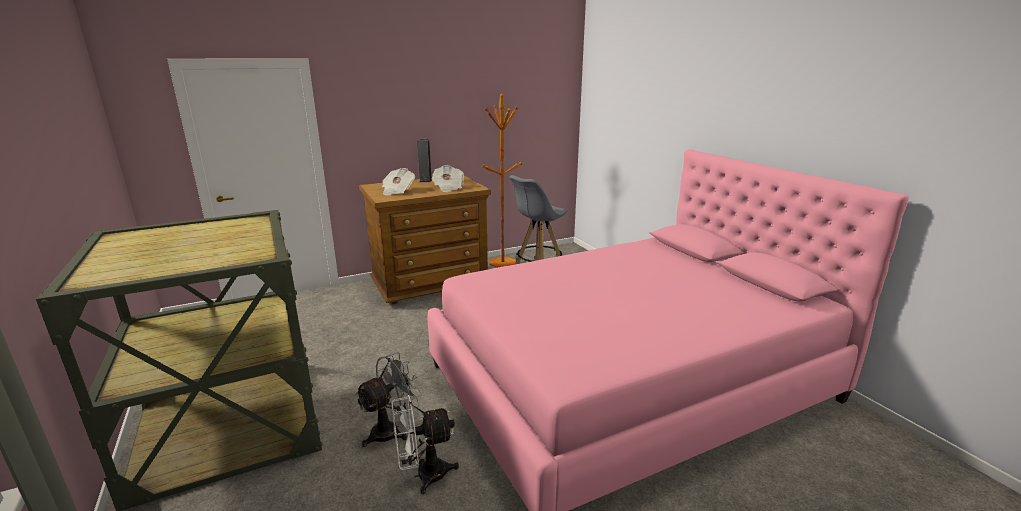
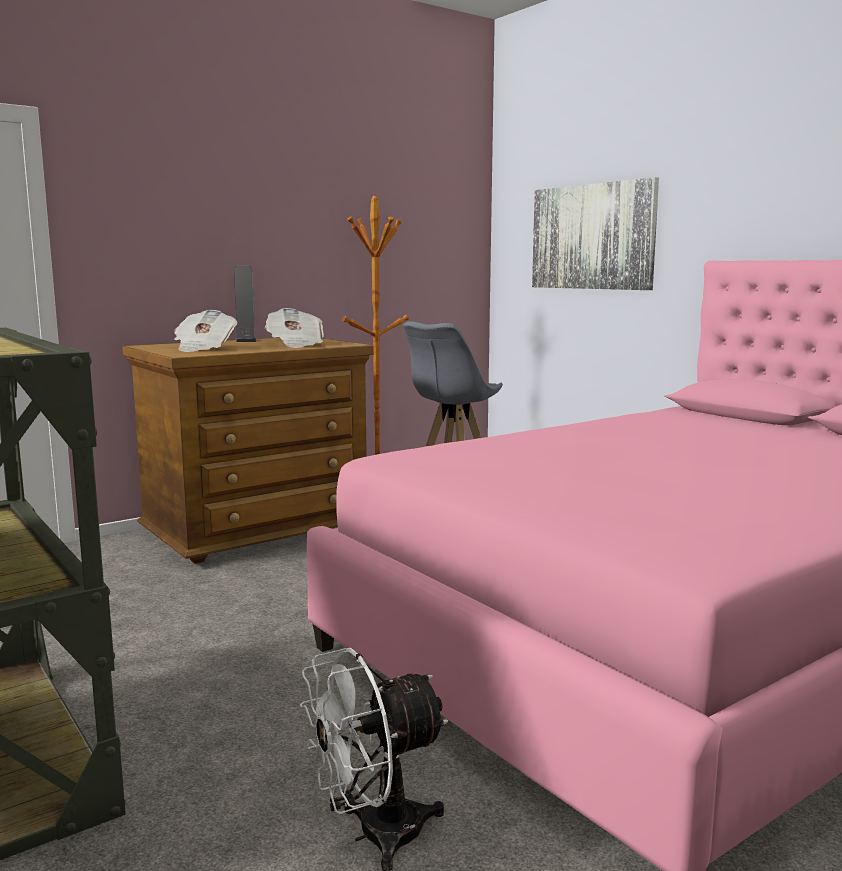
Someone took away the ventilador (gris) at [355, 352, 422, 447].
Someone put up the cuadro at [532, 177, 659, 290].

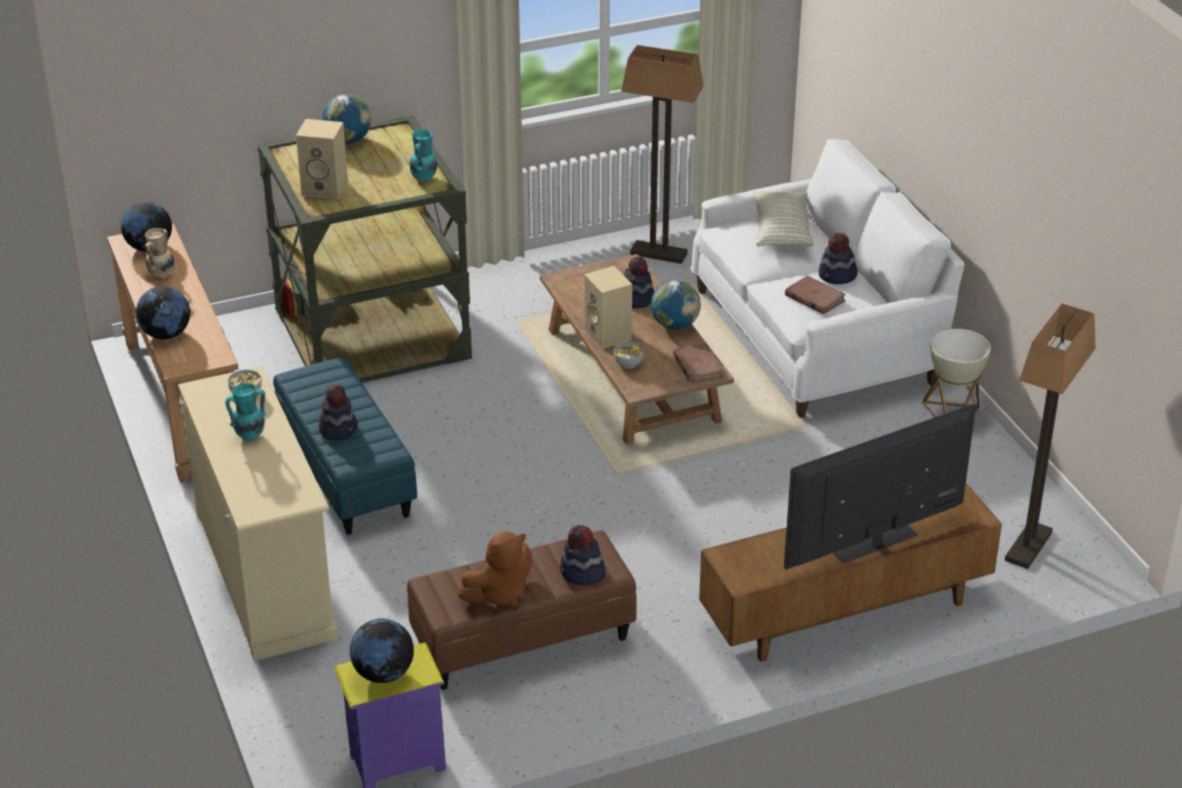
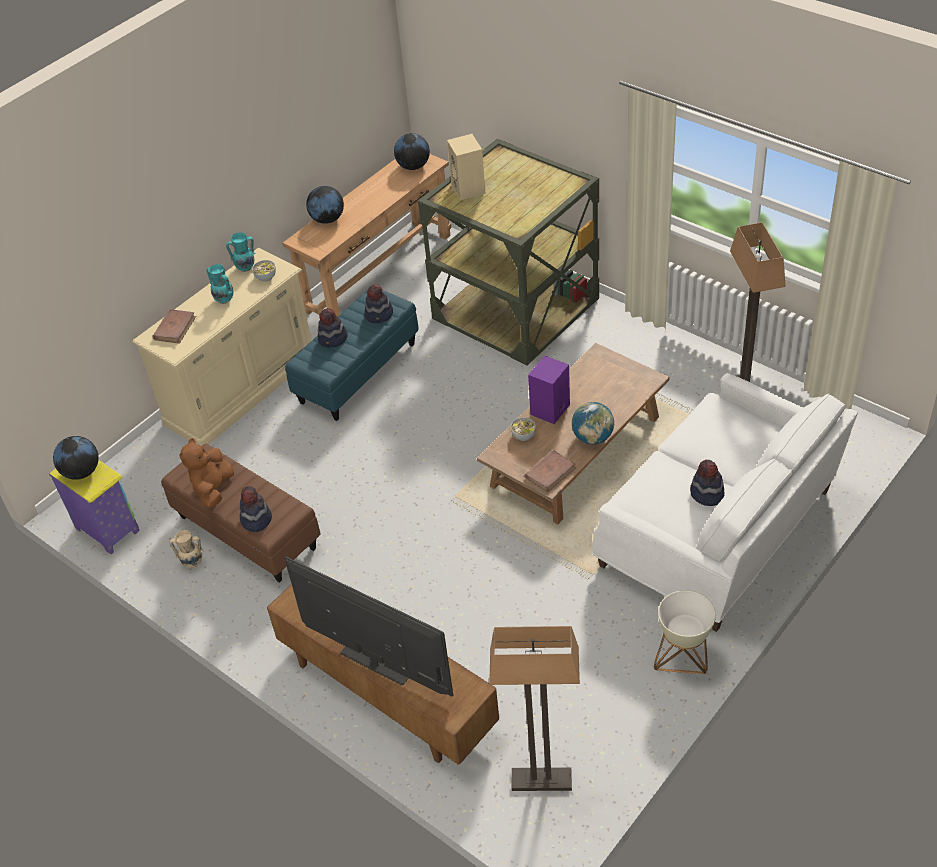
Someone took away the globo terráqueo at [322, 94, 372, 144].
Someone carried the florero (turquesa) from [409, 130, 437, 182] to [226, 232, 255, 272].
Someone took away the cojín at [753, 191, 814, 247].
Someone carried the florero (beis) from [145, 228, 174, 280] to [170, 530, 204, 568].
Someone carried the sombrero from [624, 256, 654, 308] to [365, 284, 393, 323].
Someone repainted the altavoz (beis) at [584, 266, 632, 349], which became the altavoz (morado) at [528, 356, 570, 424].
Someone carried the libro (marrón) from [785, 276, 846, 314] to [152, 309, 196, 344].
Someone rotated the peluche (marrón) at [459, 531, 532, 607] by 75 degrees clockwise.

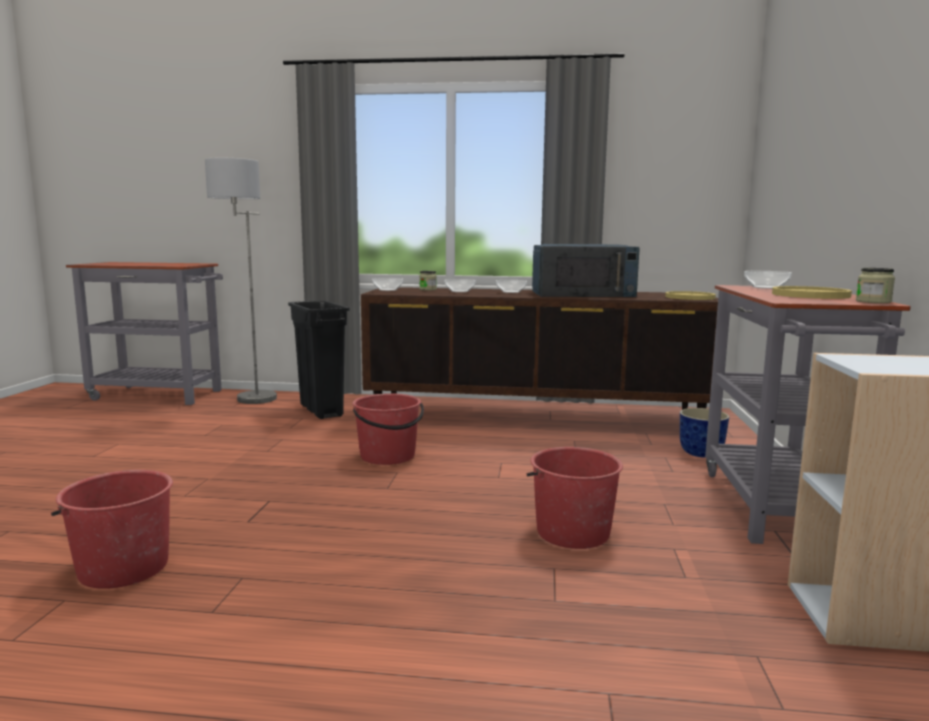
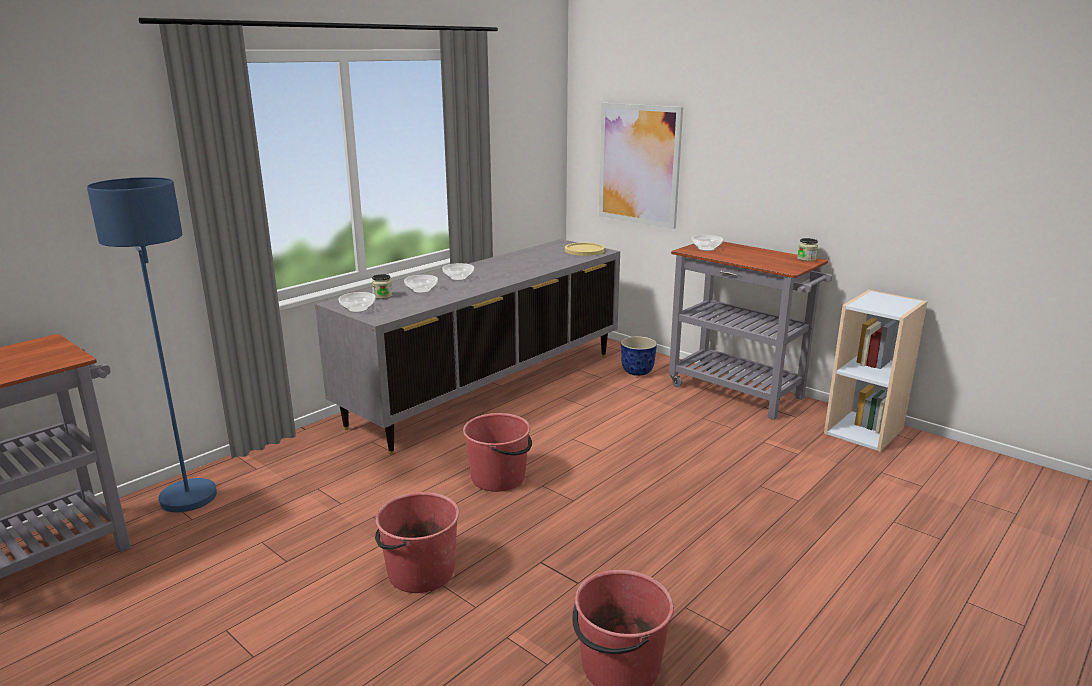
Someone repainted the lámpara de pie (gris) at [205, 158, 277, 404], which became the lámpara de pie (azul) at [87, 177, 217, 512].
Someone took away the microondas (azul) at [532, 244, 640, 297].
Someone took away the plato (amarillo) at [772, 286, 852, 299].
Someone repainted the armario (marrón) at [361, 287, 718, 410], which became the armario (gris) at [315, 239, 620, 455].
Someone took away the papelera (negro) at [288, 301, 349, 419].
Someone carried the cubo (rojo) from [526, 447, 623, 549] to [375, 492, 459, 593].
Someone put up the cuadro at [599, 103, 683, 229].

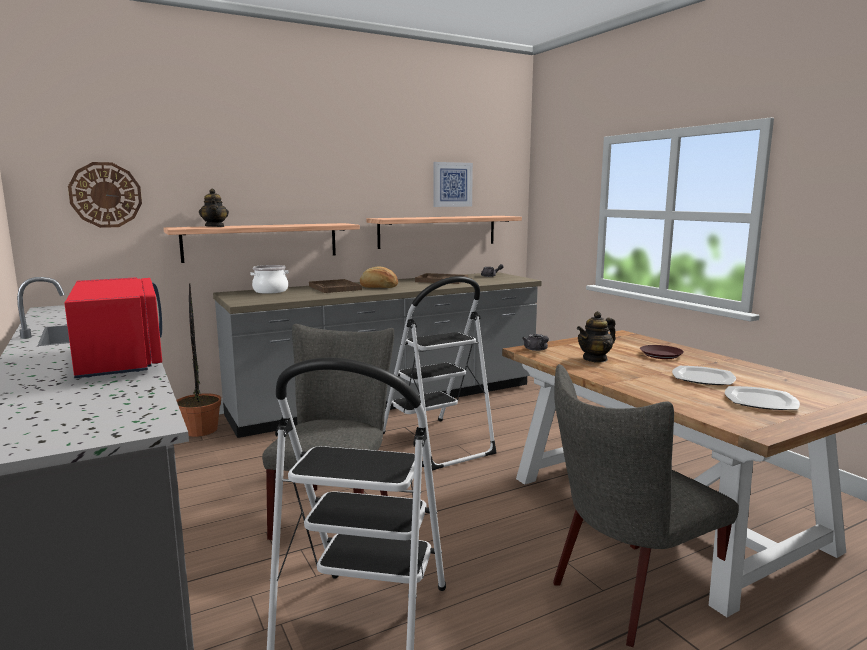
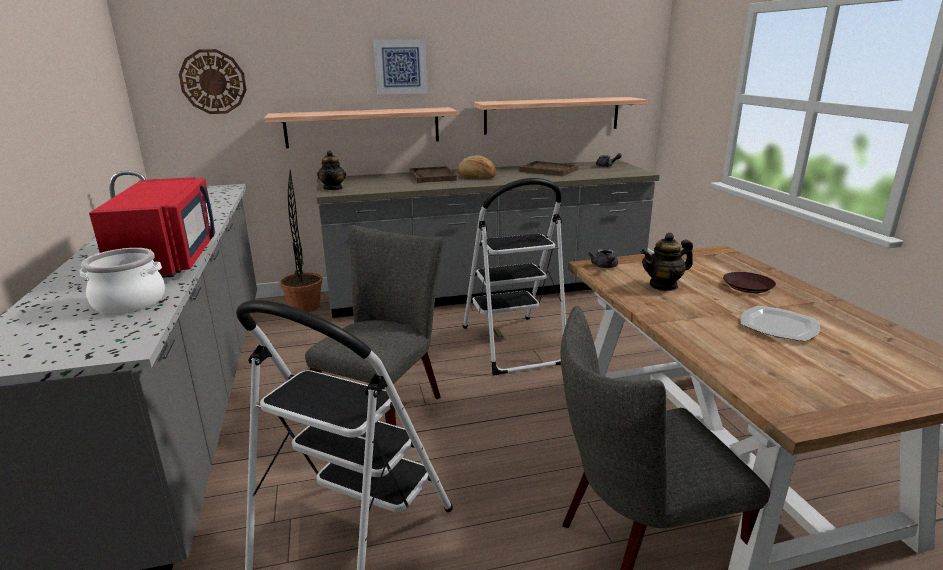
Someone carried the cuadro from [434, 162, 473, 207] to [374, 39, 427, 94].
Someone carried the tetera from [199, 188, 229, 227] to [317, 150, 346, 190].
Someone carried the olla from [251, 265, 289, 294] to [80, 248, 165, 314].
Someone took away the plato at [725, 386, 800, 410].

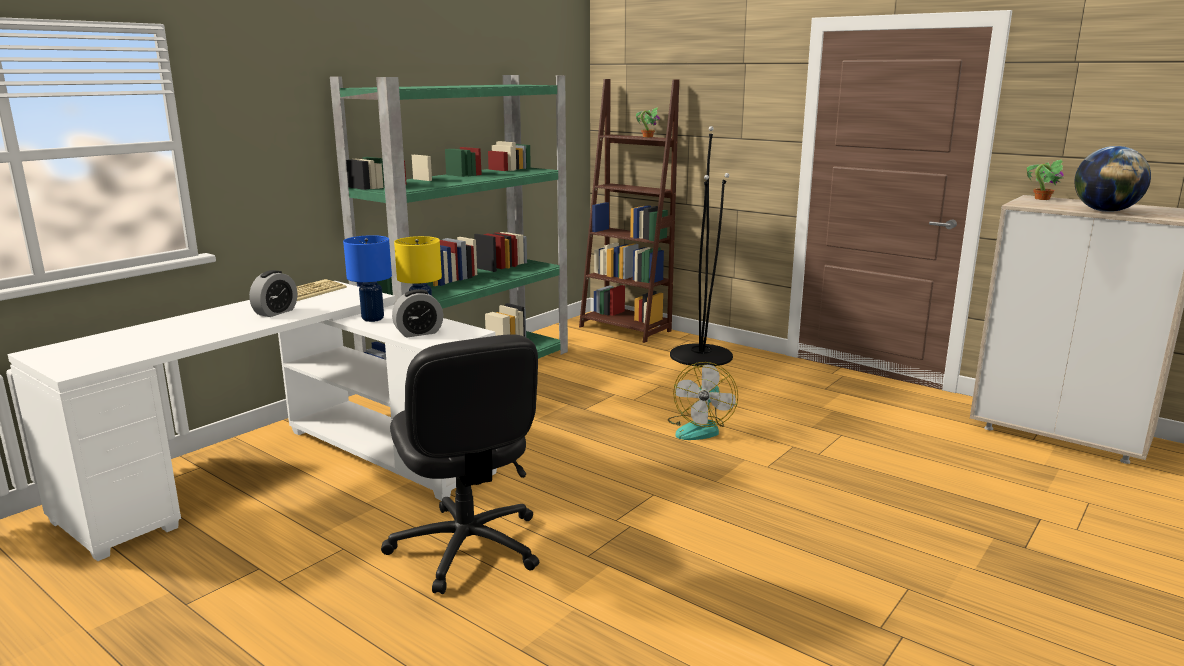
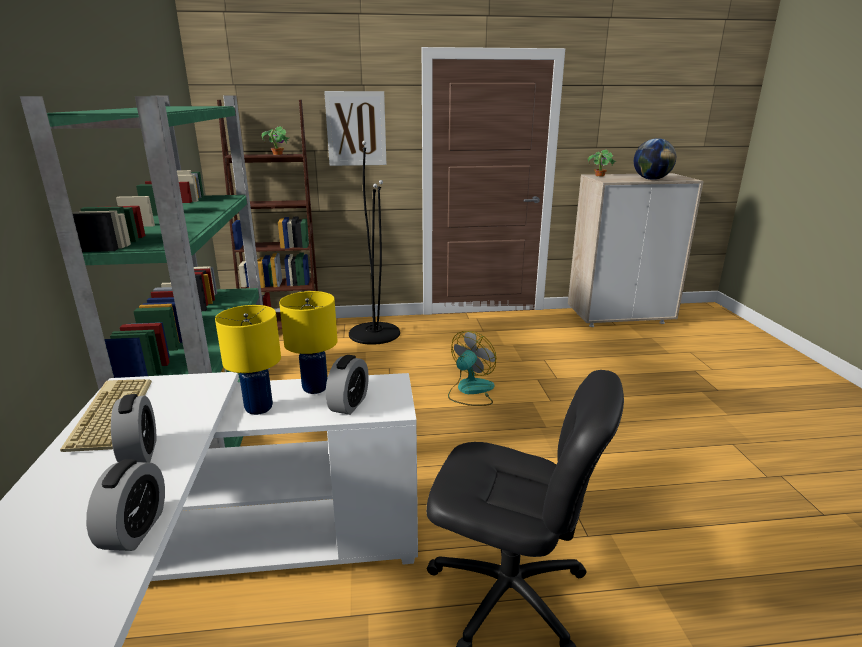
Someone repainted the lámpara de mesa (azul) at [343, 235, 392, 322], which became the lámpara de mesa (amarillo) at [215, 305, 281, 415].
Someone rotated the ventilador at [668, 362, 738, 440] by 120 degrees counterclockwise.
Someone put up the cuadro at [324, 91, 386, 166].
Someone put down the despertador at [86, 459, 165, 551].

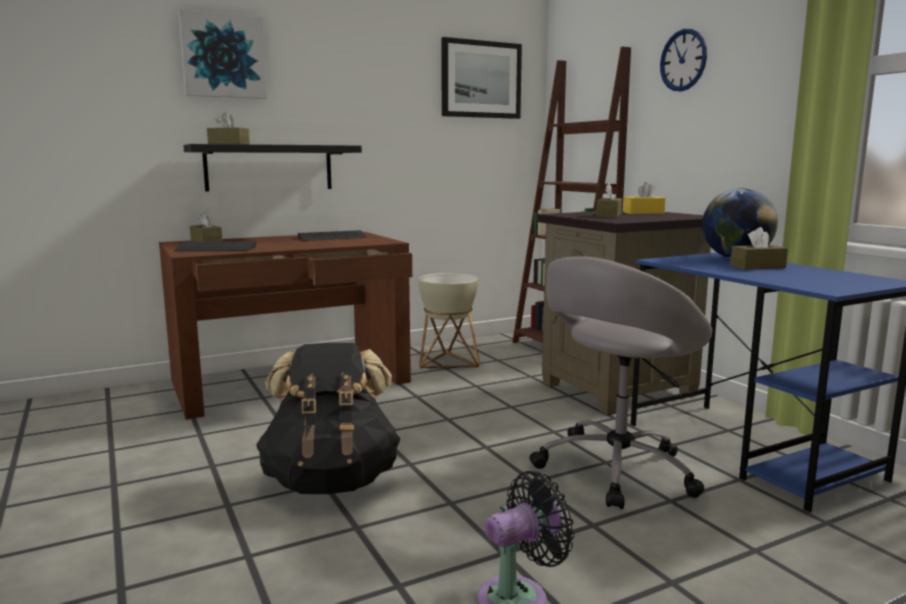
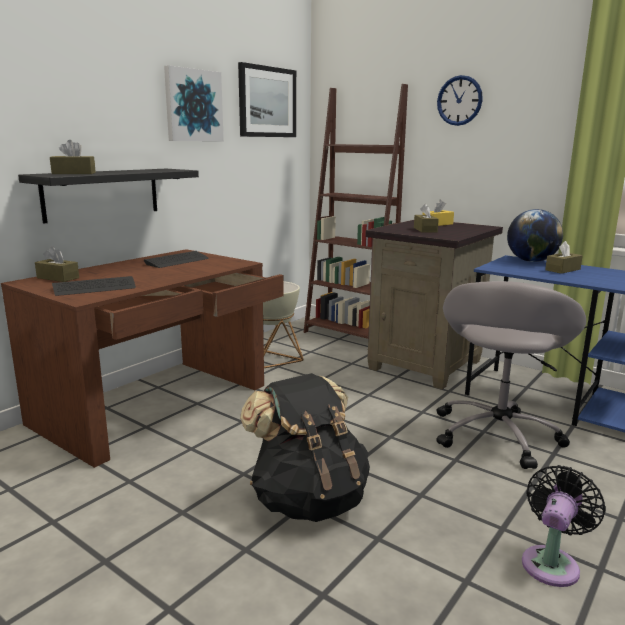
Someone carried the cuadro from [179, 9, 267, 99] to [164, 65, 224, 141].

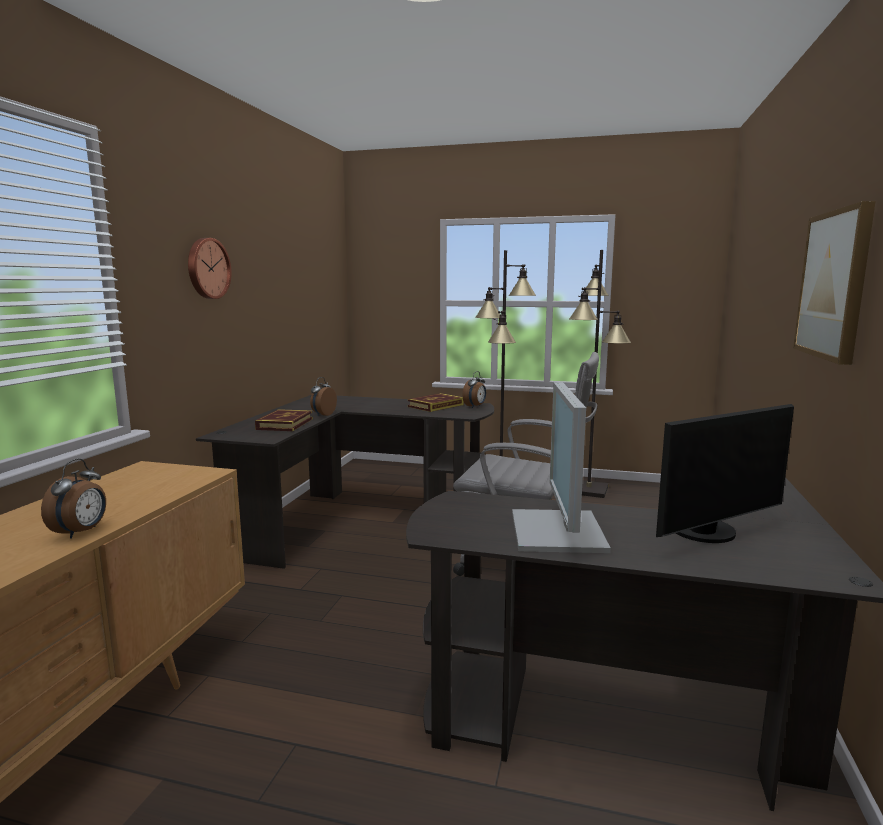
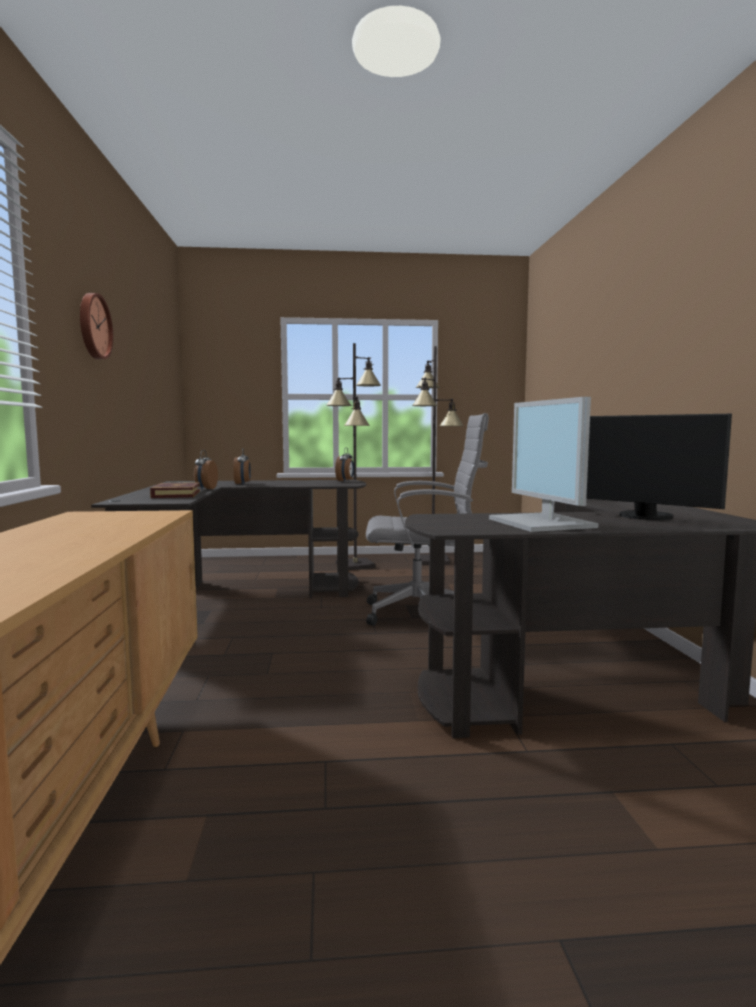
Someone took away the cuadro at [793, 201, 876, 365].
Someone took away the libro at [408, 393, 464, 412].
Someone rotated the monitor at [656, 404, 794, 543] by 90 degrees clockwise.
Someone carried the despertador from [41, 458, 106, 539] to [233, 448, 251, 484].

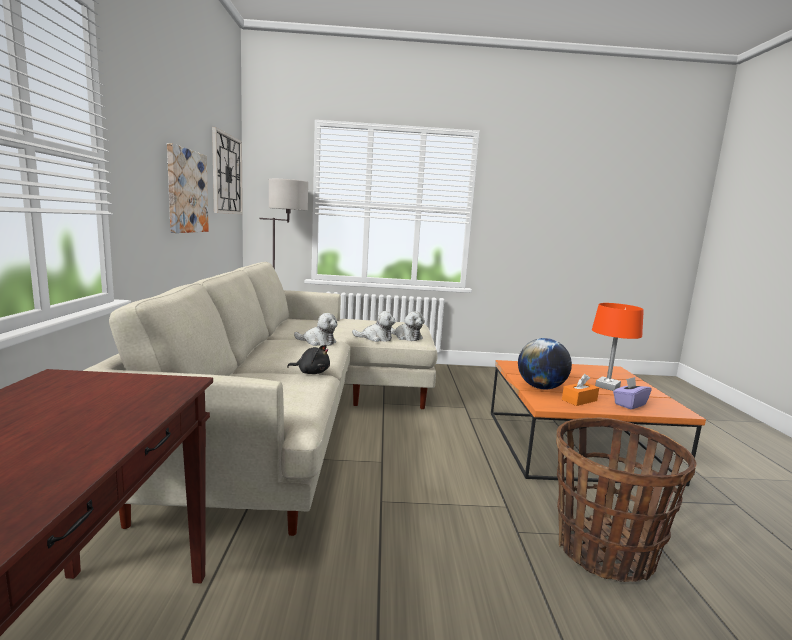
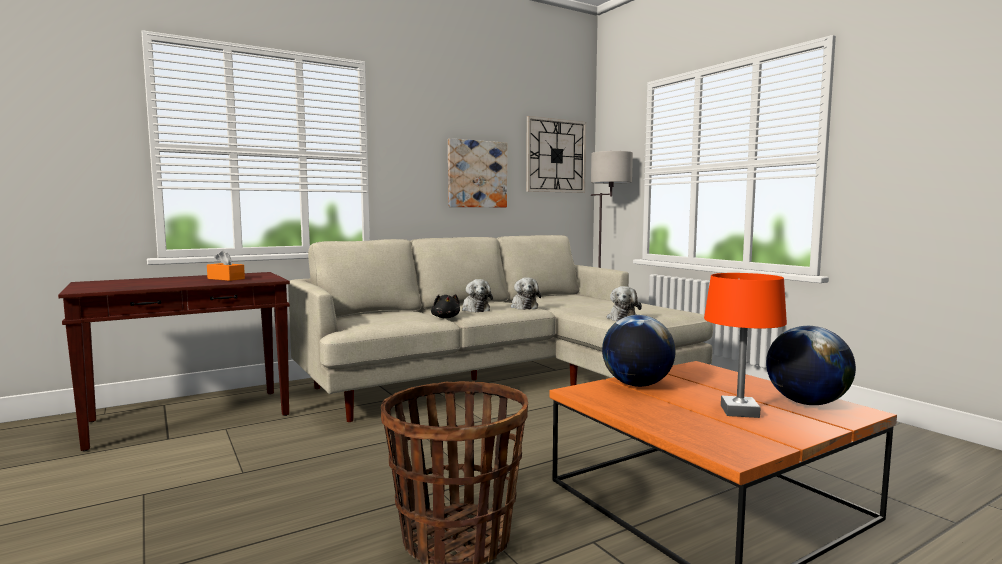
Someone carried the peluche from [352, 311, 395, 342] to [462, 279, 493, 312].
Someone carried the caja de pañuelos (naranja) from [562, 374, 599, 406] to [207, 250, 245, 281].
Someone took away the caja de pañuelos (morado) at [613, 377, 652, 409].
Someone put down the globo terráqueo at [766, 326, 856, 405].

